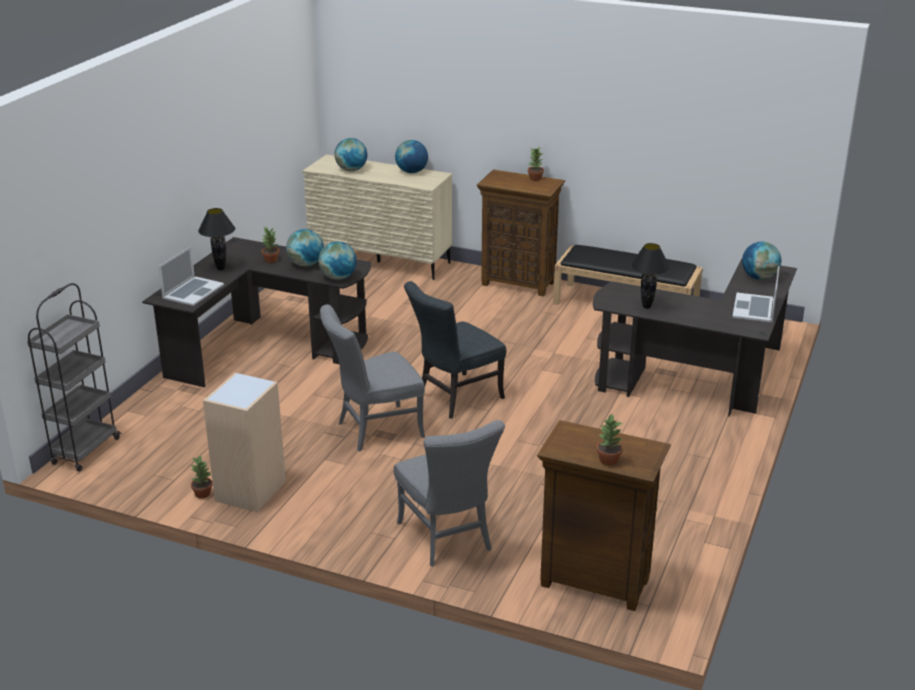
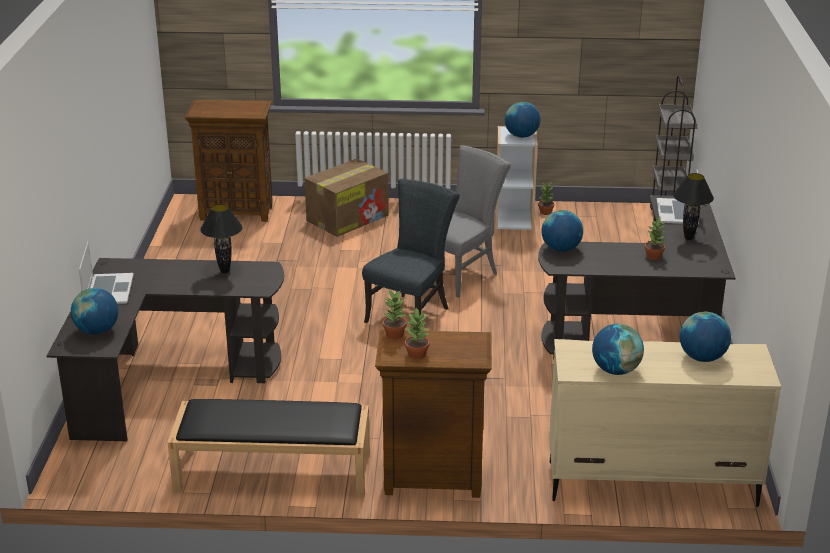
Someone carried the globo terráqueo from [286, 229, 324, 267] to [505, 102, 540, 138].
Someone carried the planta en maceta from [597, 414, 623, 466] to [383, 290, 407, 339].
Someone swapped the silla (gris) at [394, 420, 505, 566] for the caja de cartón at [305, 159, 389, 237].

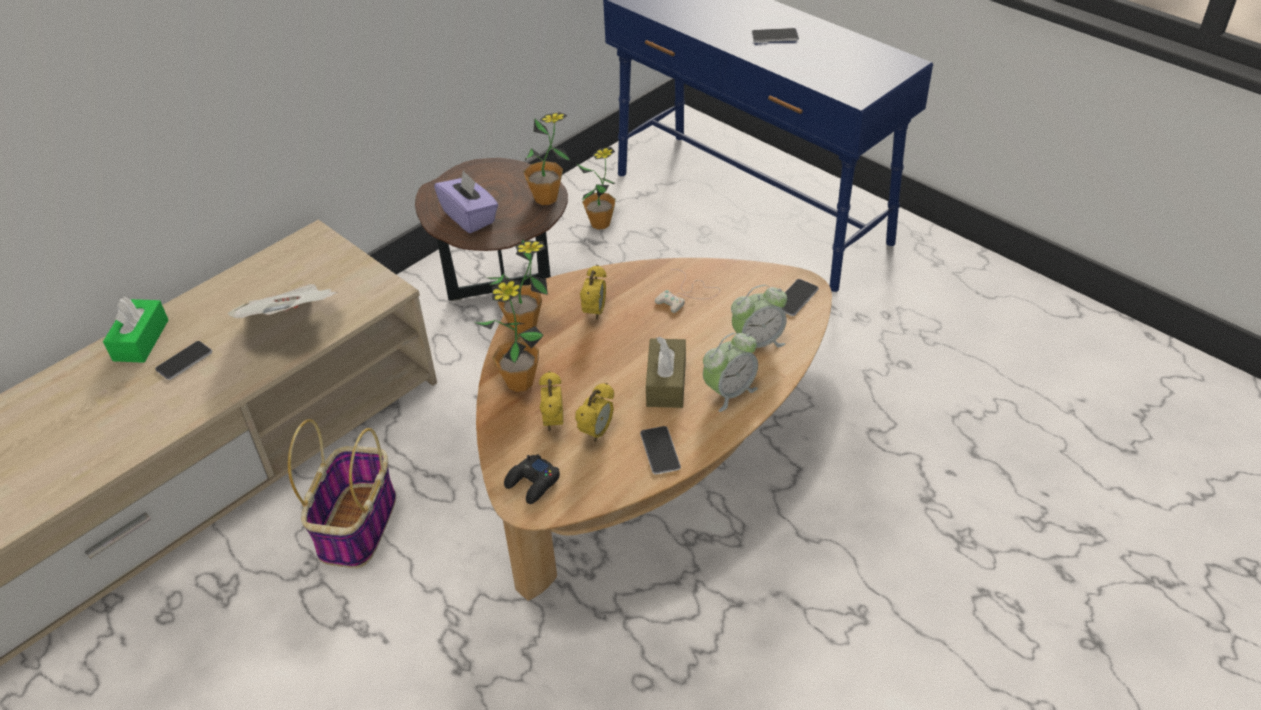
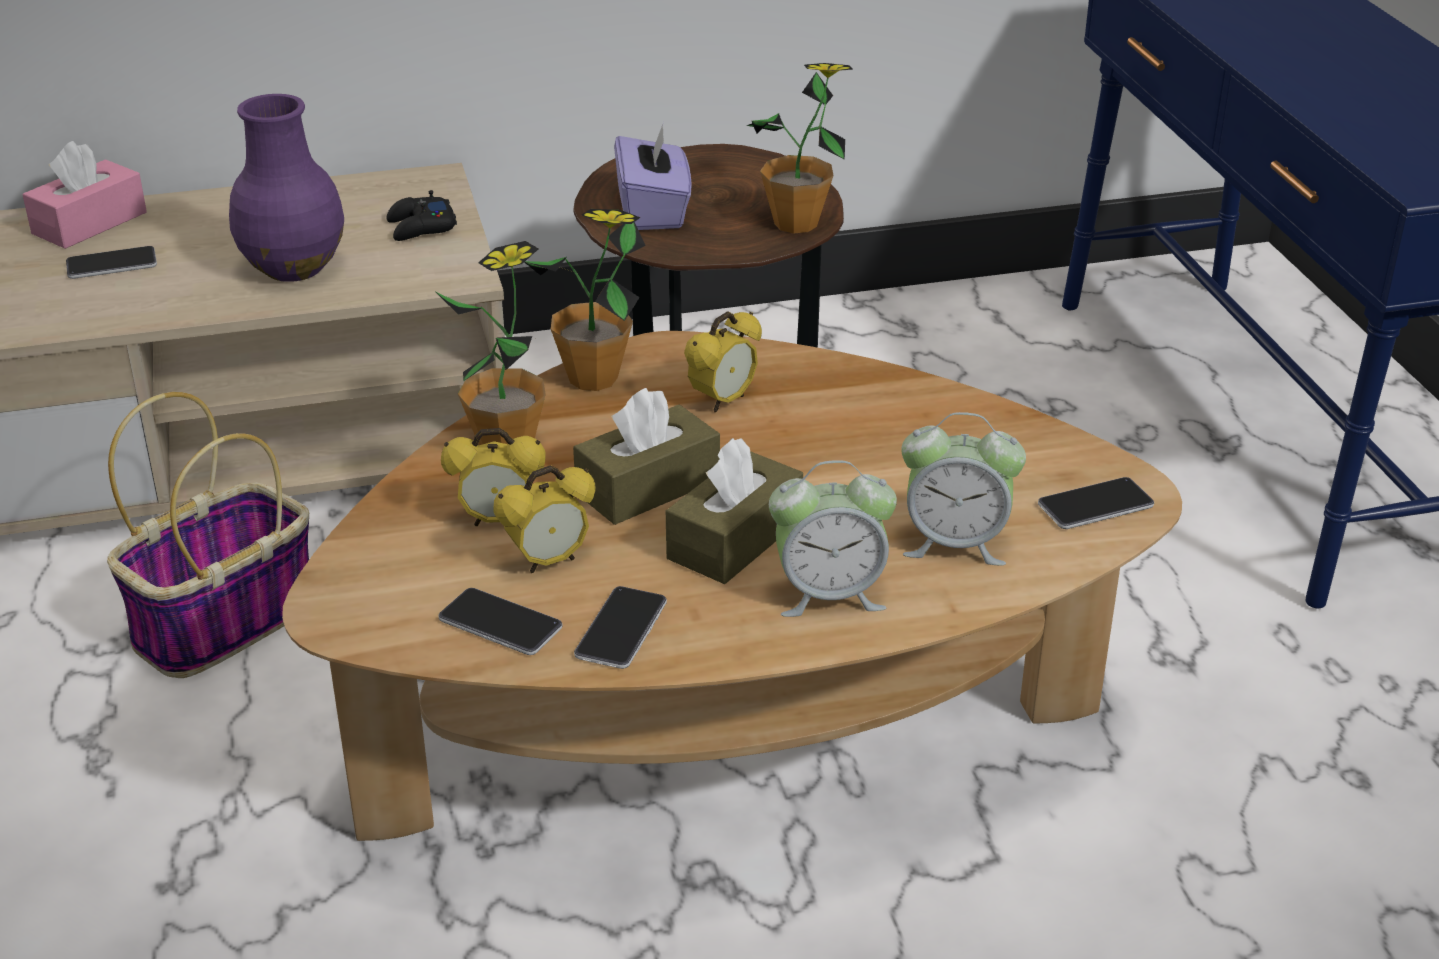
Someone carried the móvil from [752, 28, 799, 42] to [438, 588, 562, 655].
Someone took away the planta en maceta at [577, 147, 615, 230].
Someone took away the mando de consola (blanco) at [655, 269, 720, 313].
Someone swapped the periódico at [228, 284, 338, 318] for the florero (morado) at [229, 94, 344, 282].
Someone repainted the caja de pañuelos (verde) at [103, 297, 168, 363], which became the caja de pañuelos (rosa) at [23, 141, 147, 249].
Someone rotated the despertador at [539, 371, 563, 431] by 120 degrees counterclockwise.
Someone carried the mando de consola (negro) from [504, 454, 560, 504] to [386, 190, 457, 241].
Someone put down the caja de pañuelos (marrón) at [573, 388, 720, 525].

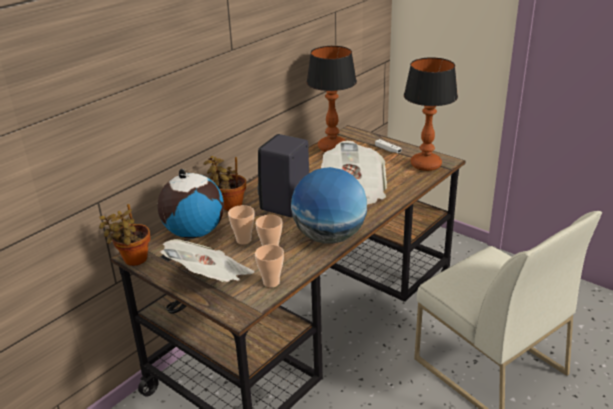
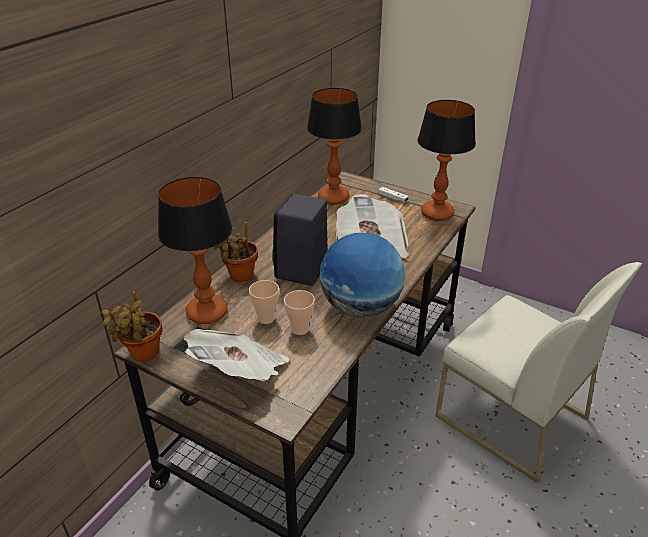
Someone swapped the globo terráqueo at [157, 169, 224, 238] for the lámpara de mesa at [158, 177, 233, 324].
Someone took away the taza at [255, 244, 284, 288].

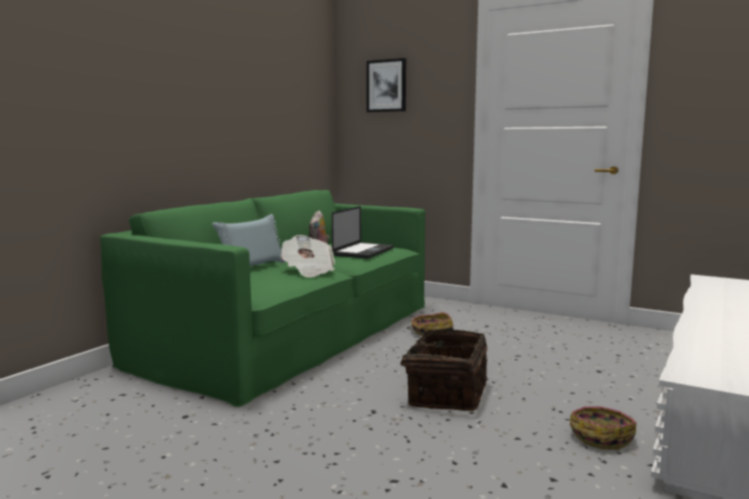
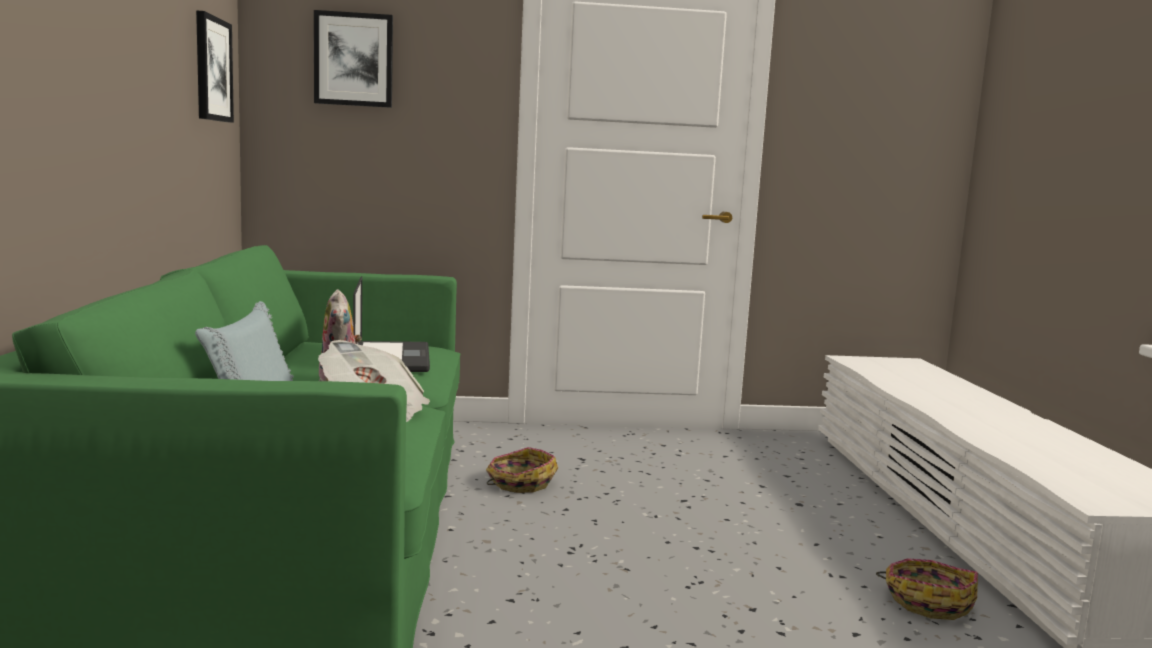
Someone took away the cesta at [386, 328, 487, 411].
Someone put up the cuadro at [196, 10, 234, 123].

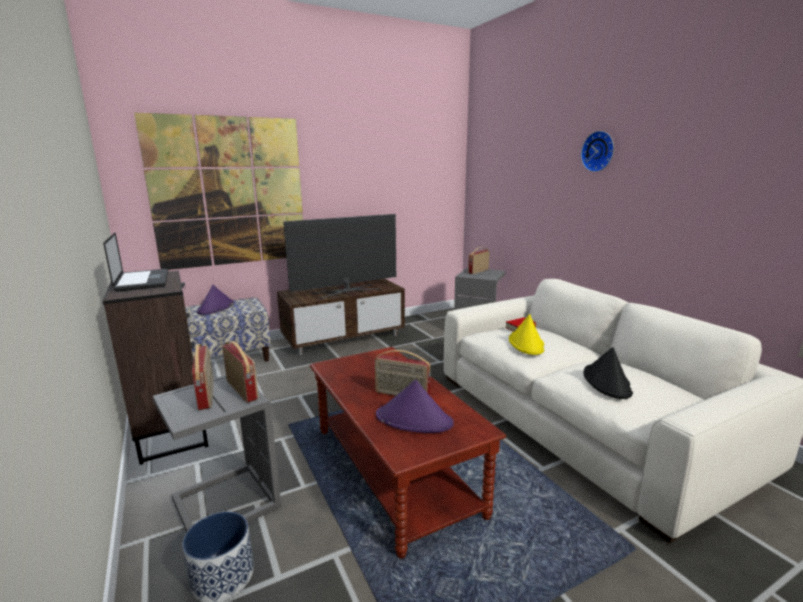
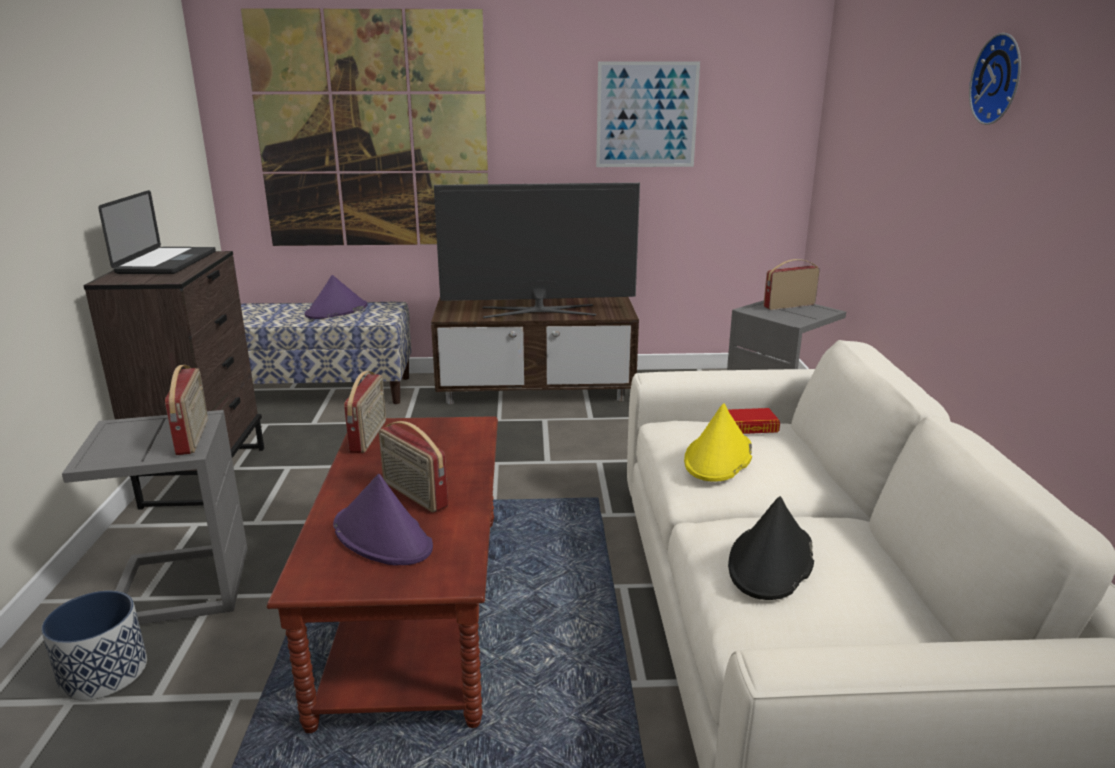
Someone carried the radio from [192, 344, 214, 410] to [344, 371, 386, 453].
Someone put up the cuadro at [596, 61, 700, 167].

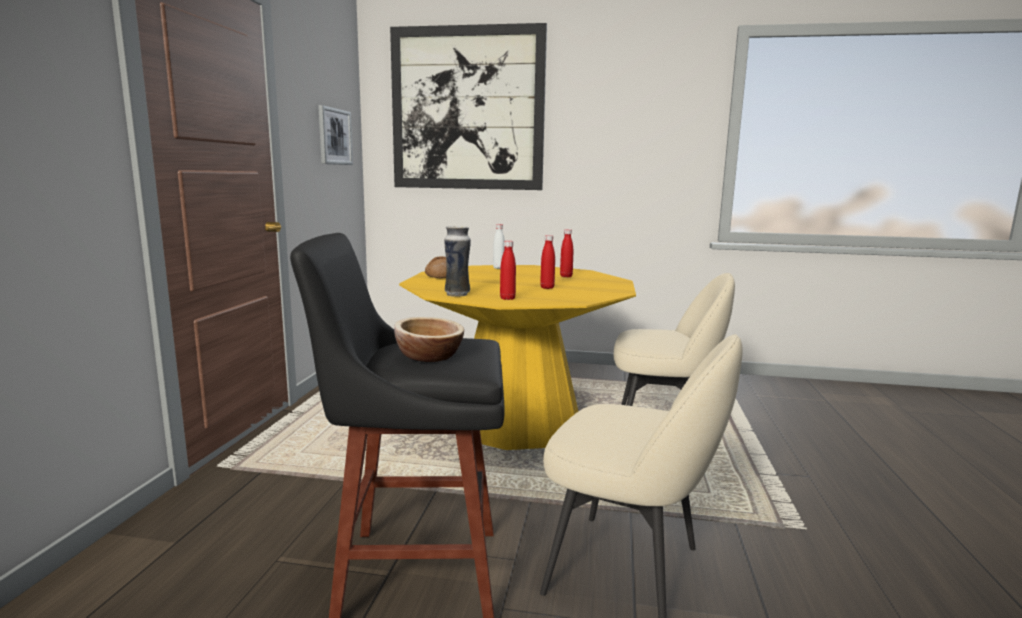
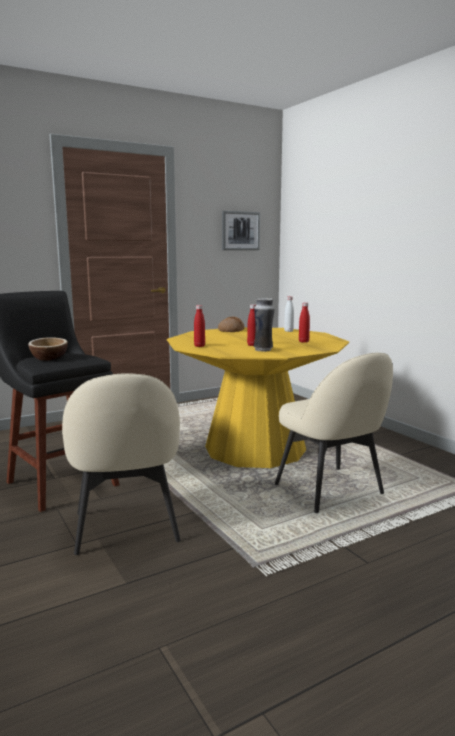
Someone took away the cuadro at [390, 23, 547, 190].
Someone carried the florero from [444, 226, 471, 297] to [254, 298, 275, 352].

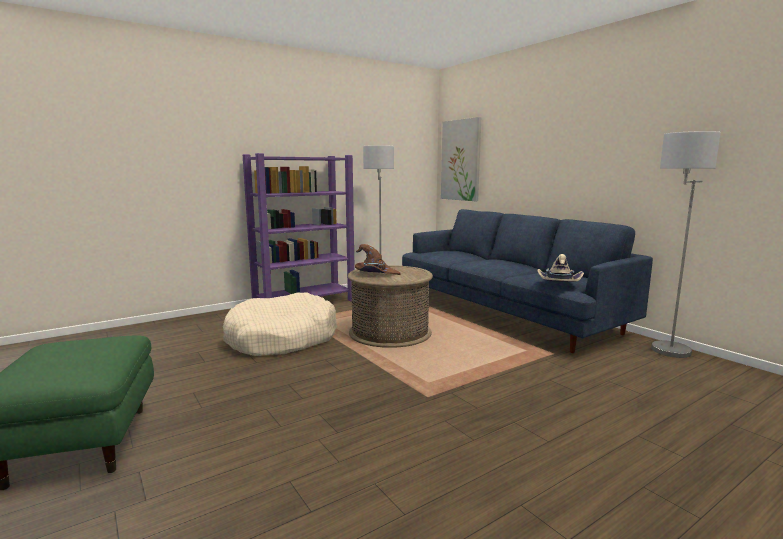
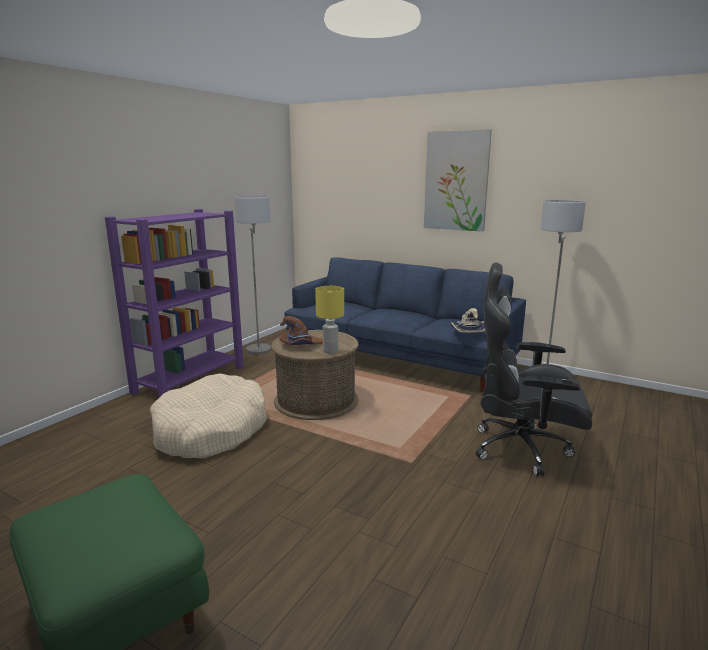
Someone carried the cuadro from [441, 117, 481, 201] to [424, 129, 492, 232].
Someone put down the silla de oficina (negro) at [476, 262, 592, 476].
Someone put down the lámpara de mesa (amarillo) at [315, 286, 344, 354].

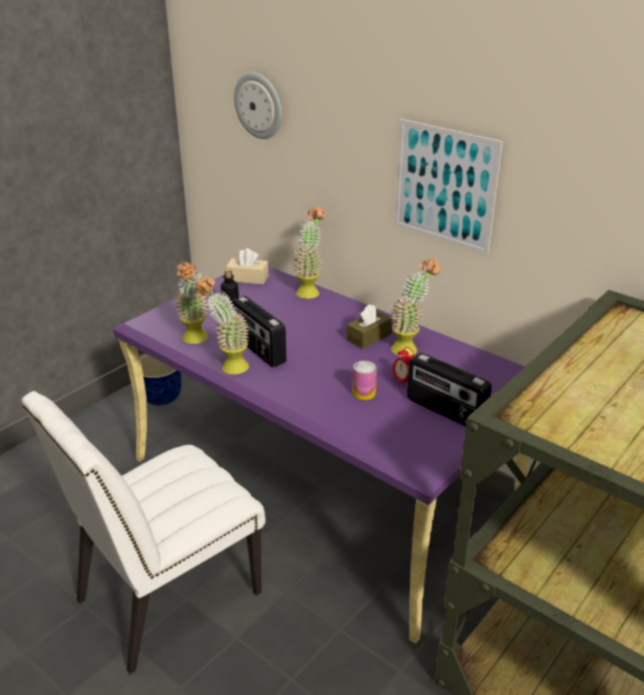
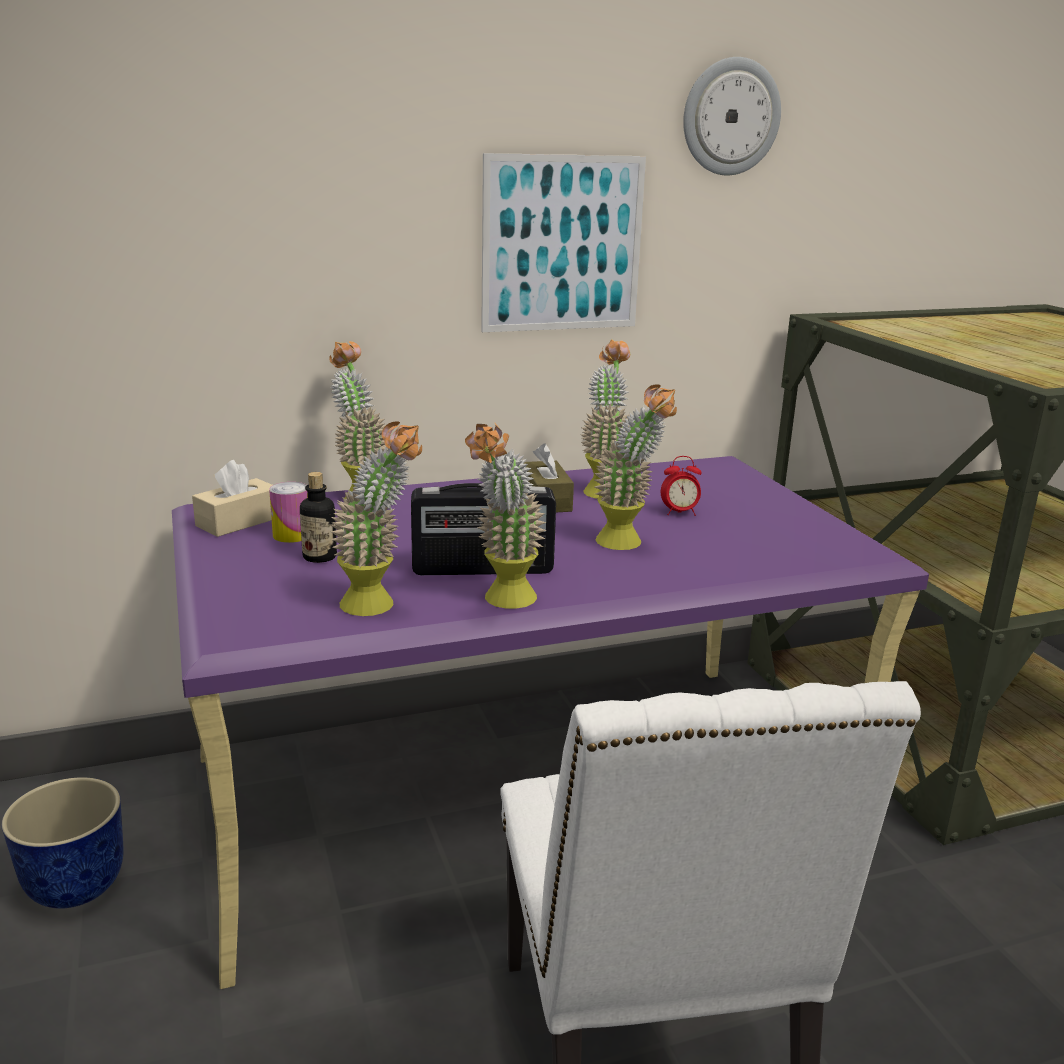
Someone carried the reloj de pared from [234, 72, 282, 139] to [683, 57, 781, 175].
Someone took away the radio at [407, 353, 492, 426].
Someone carried the lata from [352, 361, 377, 400] to [269, 482, 308, 543].
Someone put down the planta en maceta at [594, 385, 677, 550].

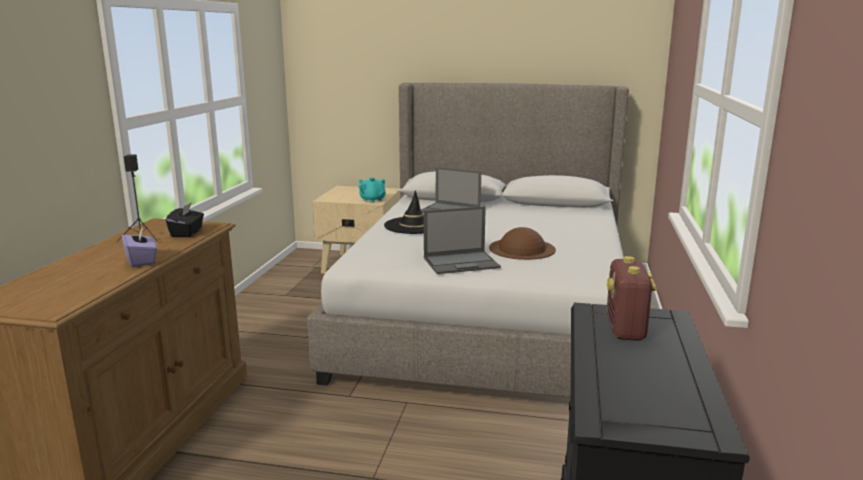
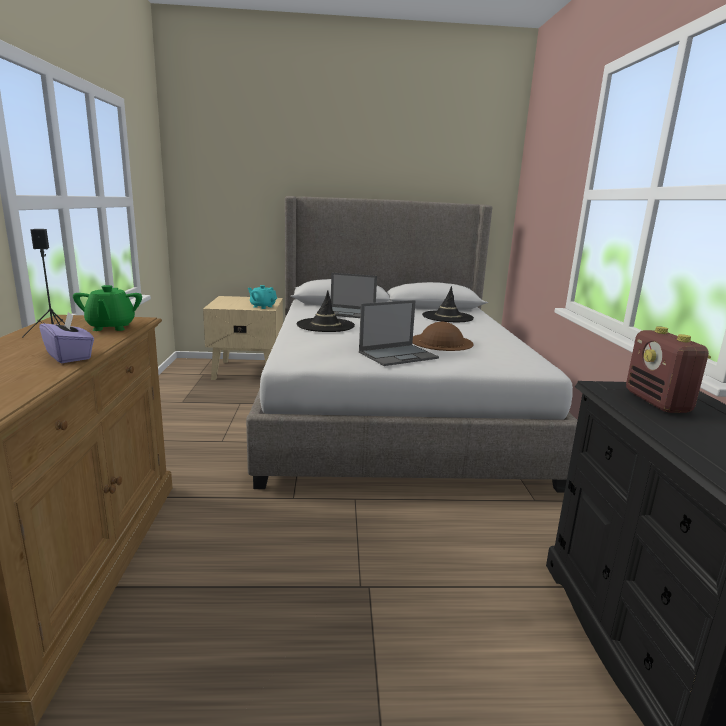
Someone swapped the caja de pañuelos (negro) at [166, 202, 204, 237] for the tetera (verde) at [73, 285, 142, 331].
Someone put down the sombrero (negro) at [422, 286, 474, 322].

